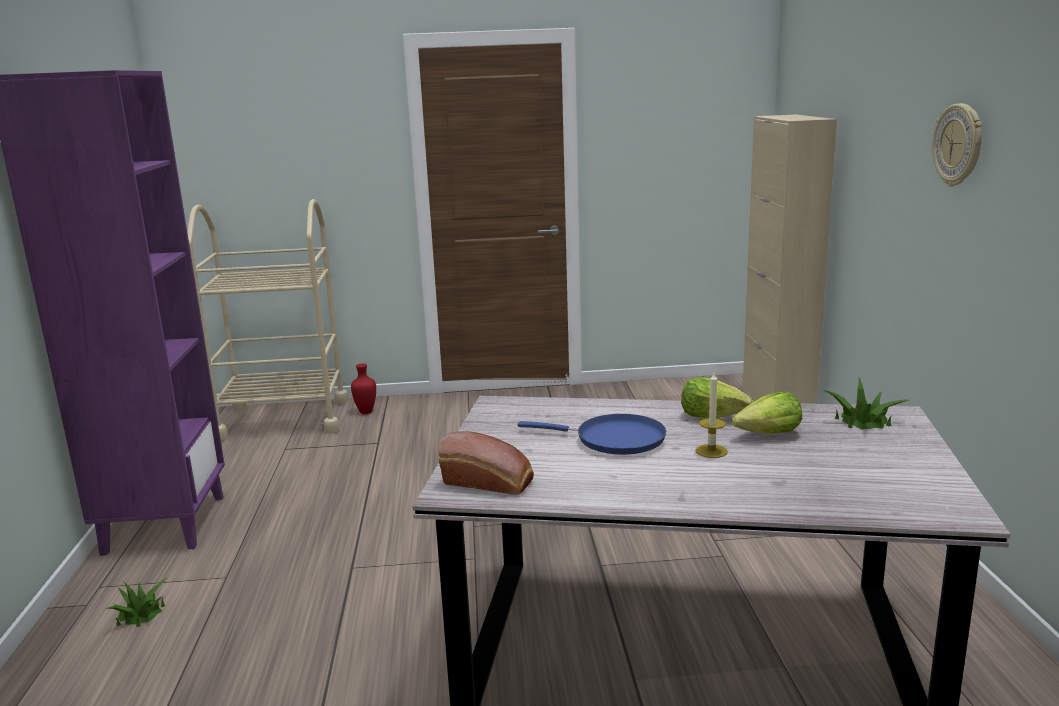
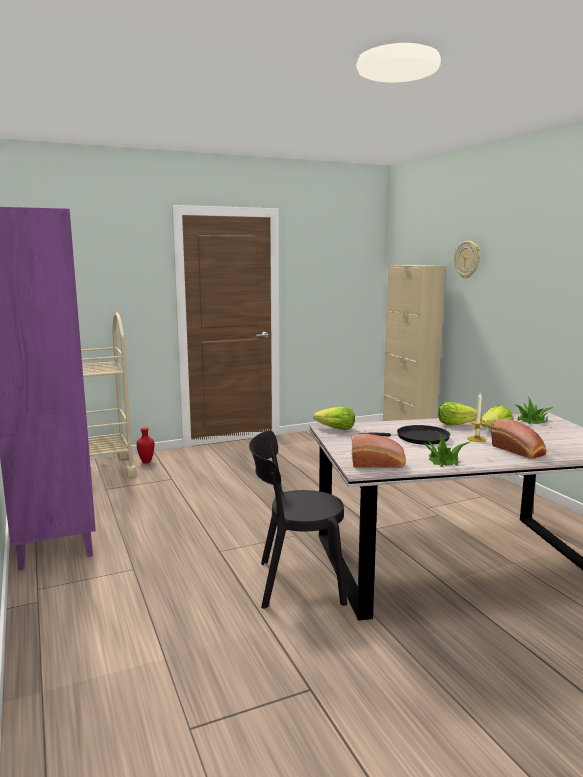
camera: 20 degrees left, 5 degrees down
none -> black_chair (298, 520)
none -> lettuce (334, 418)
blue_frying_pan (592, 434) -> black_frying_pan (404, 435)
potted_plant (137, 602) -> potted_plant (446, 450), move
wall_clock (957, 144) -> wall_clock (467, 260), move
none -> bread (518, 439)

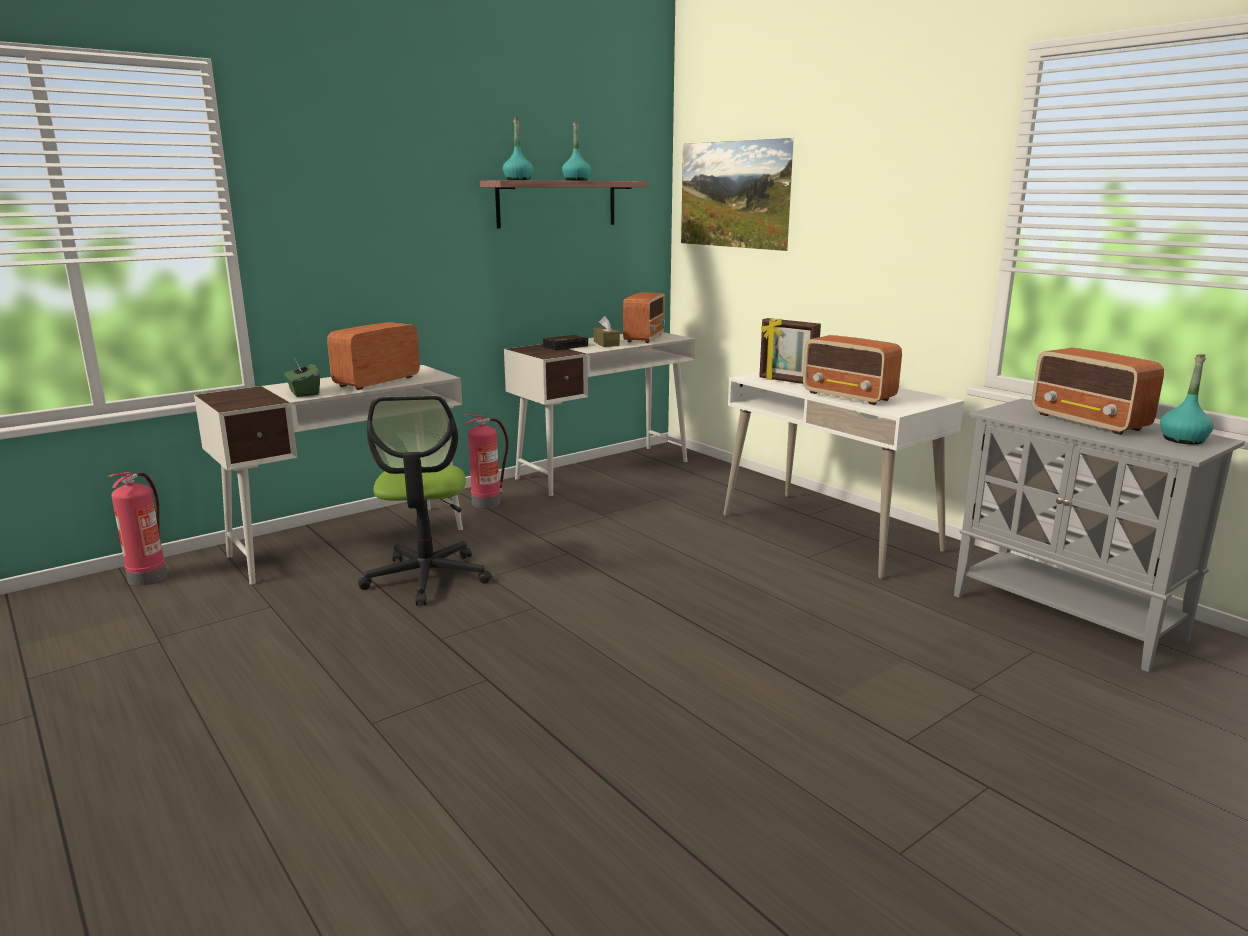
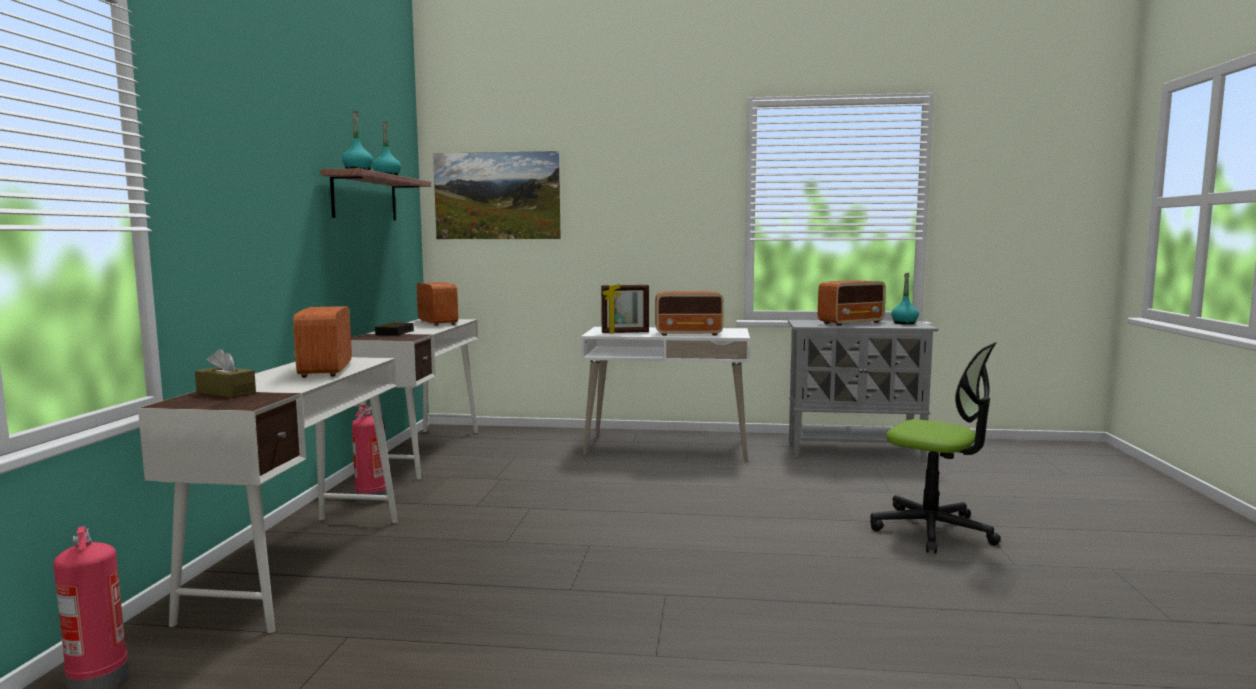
camera: 45 degrees left, 10 degrees down
brown_tissue_box (607, 331) -> brown_tissue_box (225, 373), move
radio (1098, 391) -> radio (852, 303), 45 degrees counterclockwise
office_chair (424, 500) -> office_chair (935, 448), move
green_tissue_box (302, 377) -> none

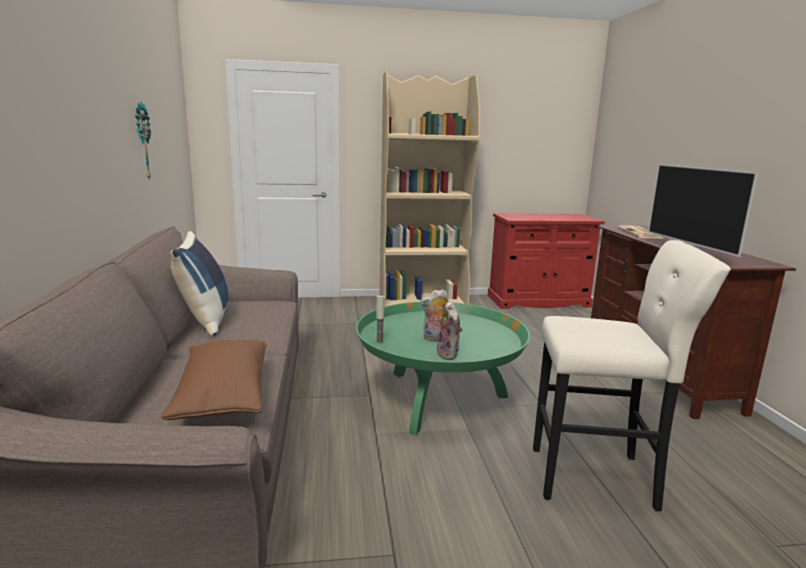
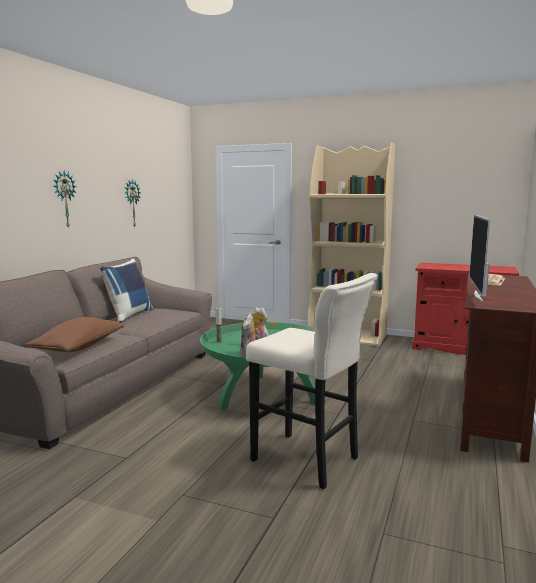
camera: 30 degrees right, 5 degrees down
none -> wall_clock (65, 199)

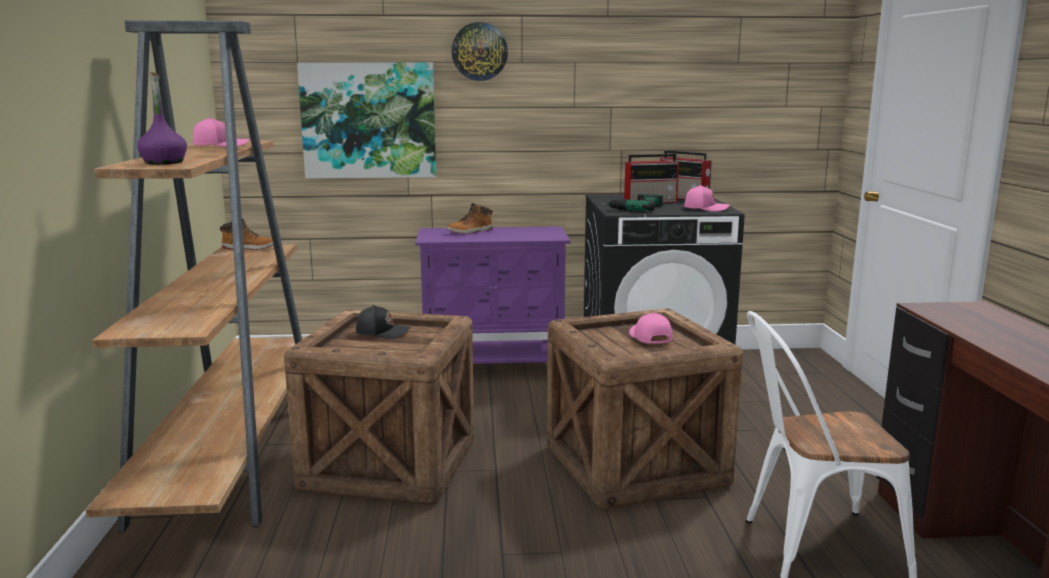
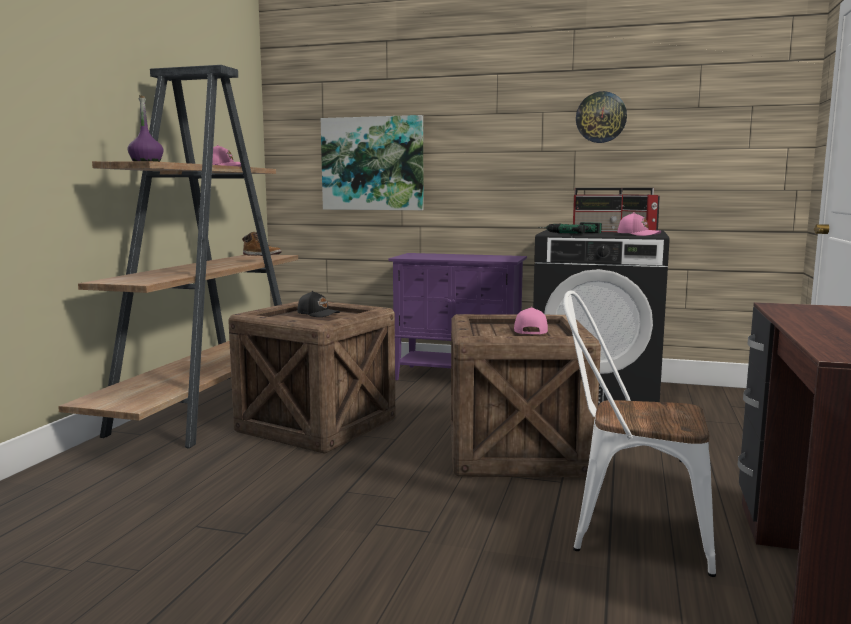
camera: 20 degrees right, 5 degrees down
wall_clock (480, 51) -> wall_clock (601, 117), move
boot (469, 218) -> none

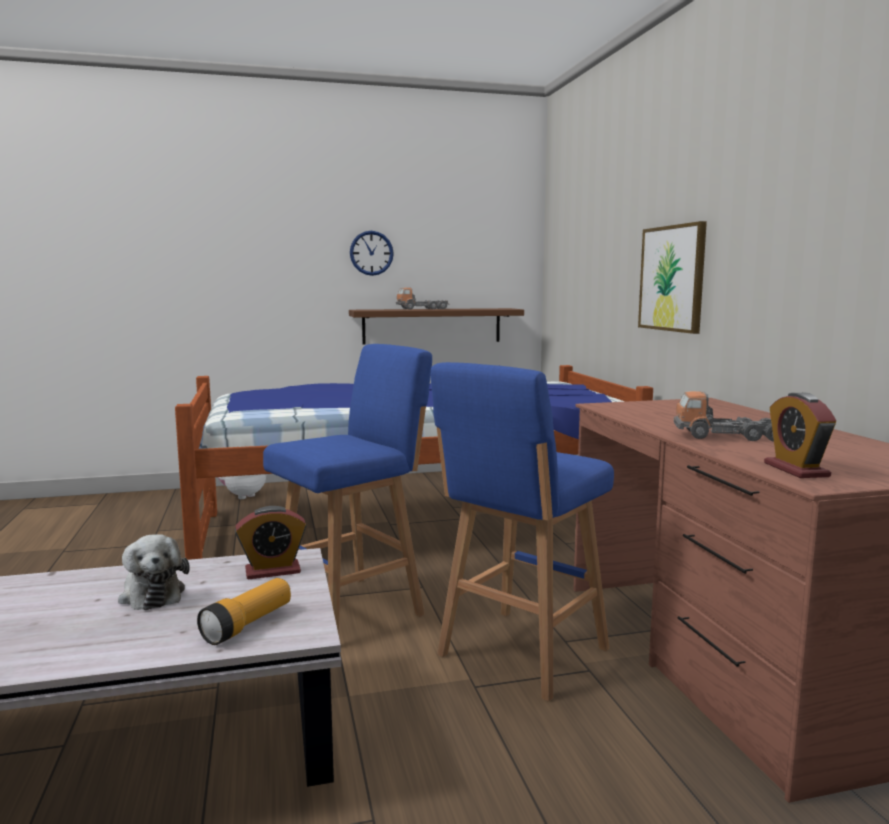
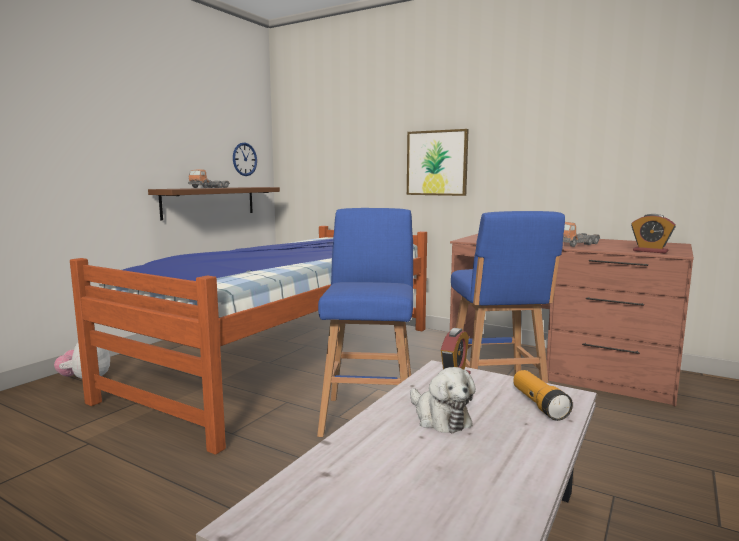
camera: 45 degrees left, 0 degrees up
wall_clock (372, 253) -> wall_clock (245, 159), move
plush_toy (154, 572) -> plush_toy (443, 400), 45 degrees clockwise

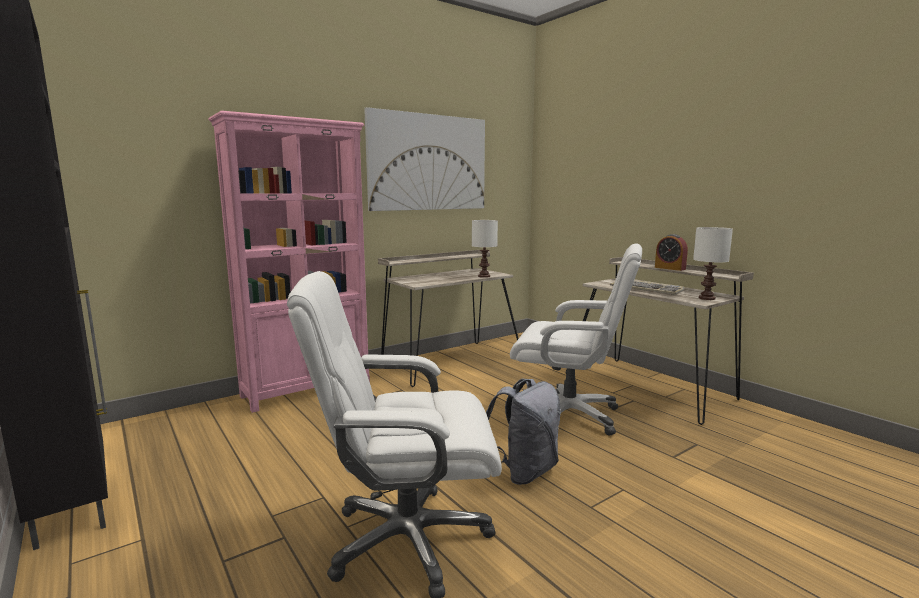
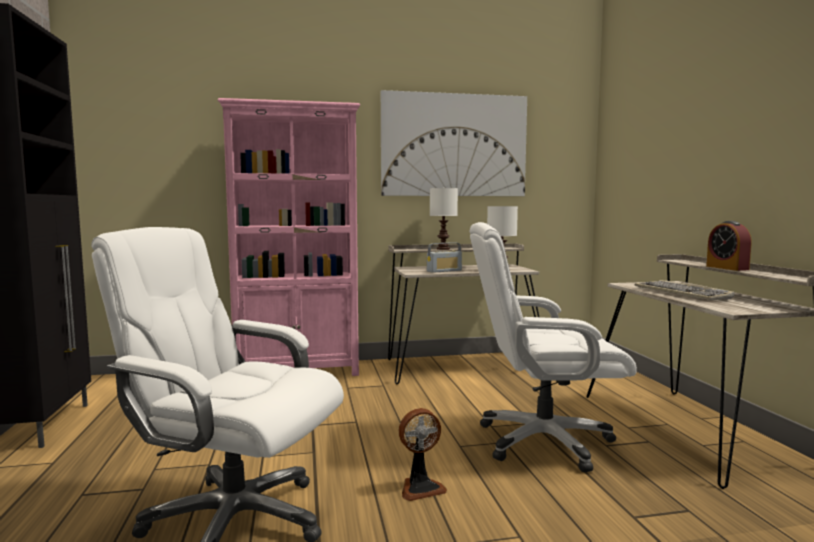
camera: 25 degrees right, 5 degrees down
grey_backpack (523, 432) -> fan (423, 454)
none -> radio (444, 257)
white_table_lamp (713, 263) -> white_table_lamp (444, 219), move
white_office_chair (576, 339) -> white_office_chair (553, 347), 135 degrees clockwise

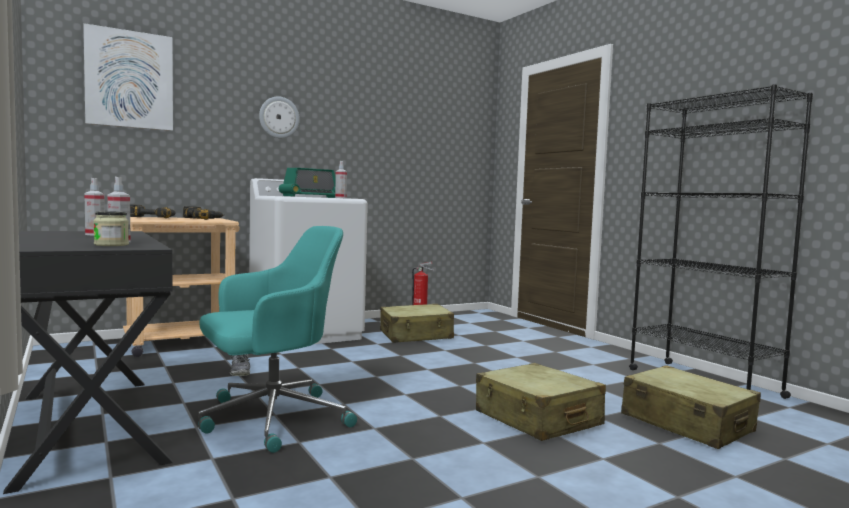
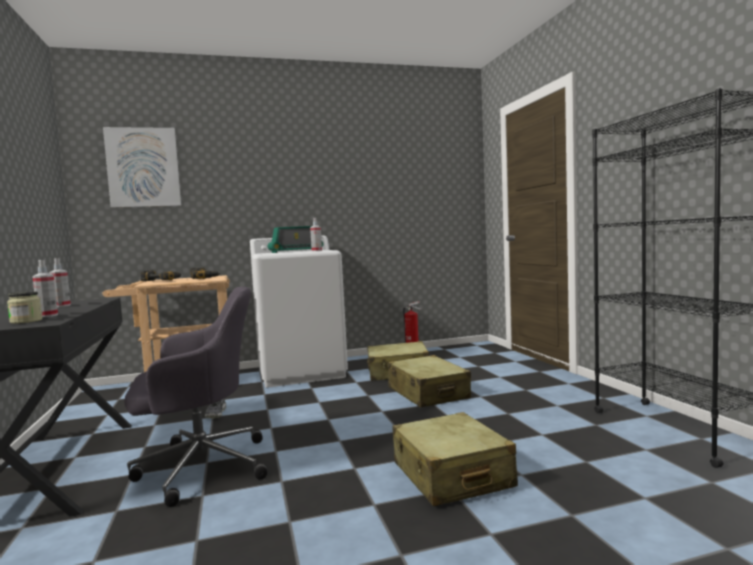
camera: 15 degrees right, 0 degrees up
turquoise_office_chair (277, 339) -> grey_office_chair (195, 396)
beige_suitcase (691, 407) -> beige_suitcase (429, 381), move
wall_clock (279, 117) -> none

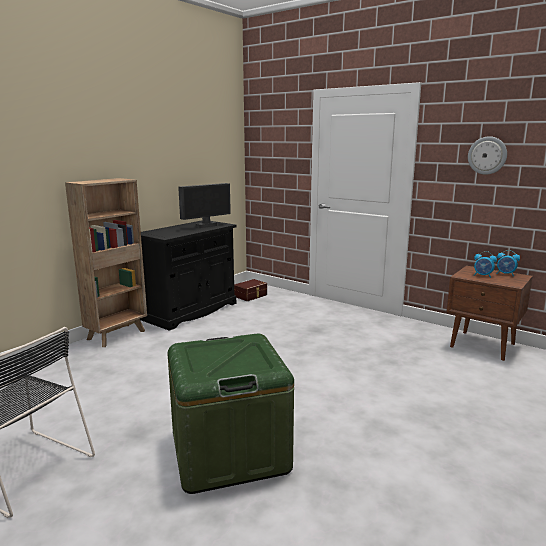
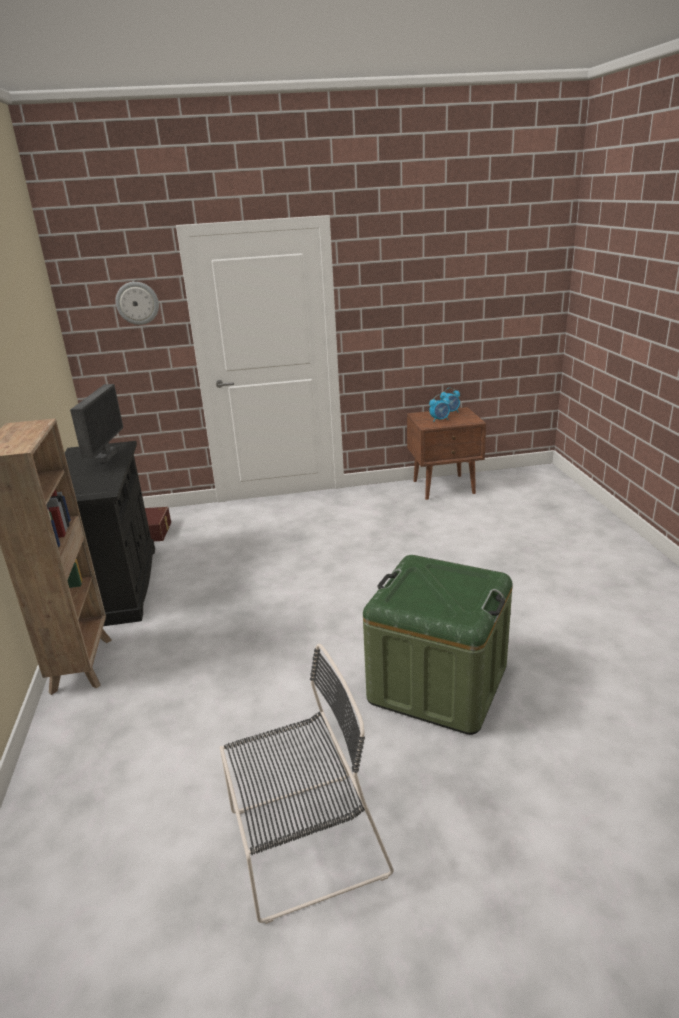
camera: 45 degrees left, 10 degrees up
wall_clock (487, 155) -> wall_clock (137, 303), move

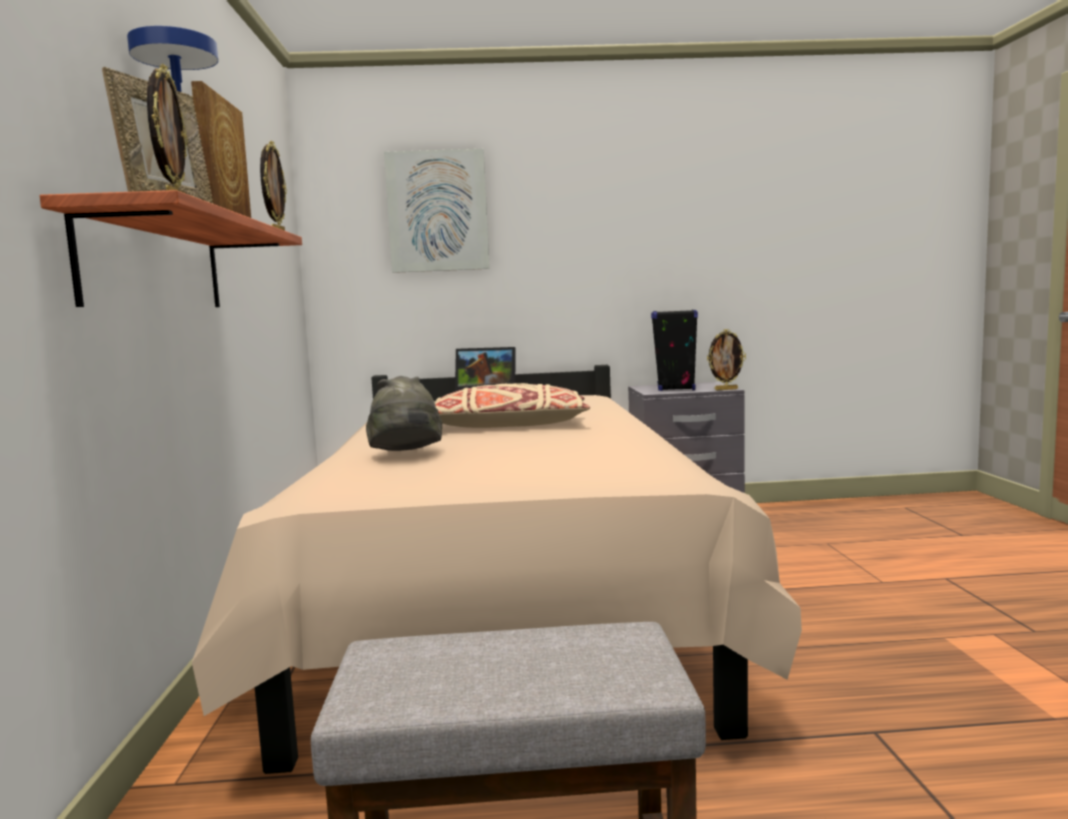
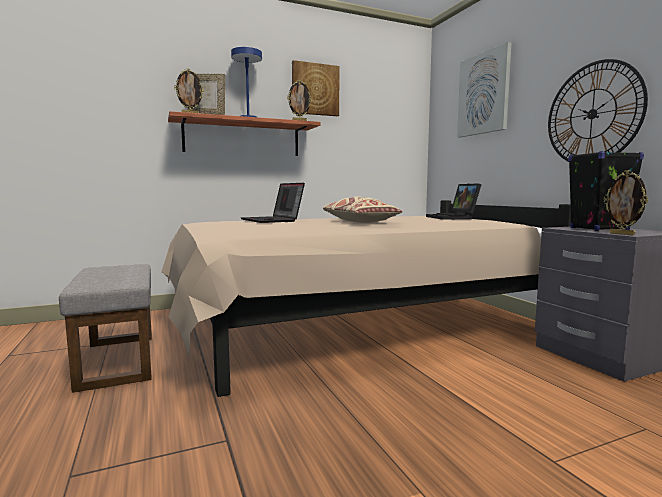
camera: 70 degrees right, 0 degrees up
grey_hat (404, 413) -> laptop (273, 203)
none -> wall_clock (598, 110)

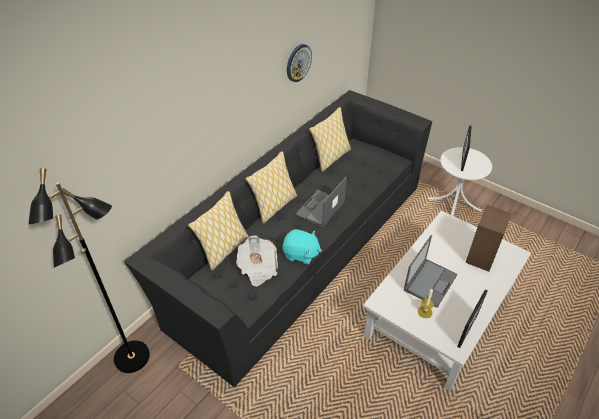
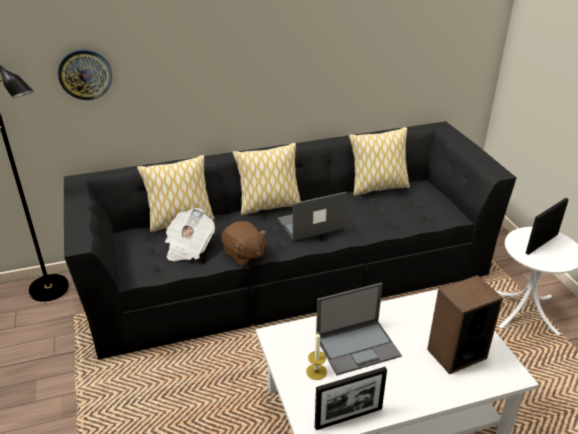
camera: 35 degrees right, 10 degrees down
wall_clock (299, 63) -> wall_clock (85, 74), move
turquoise_plush_toy (302, 246) -> brown_plush_toy (244, 243)

